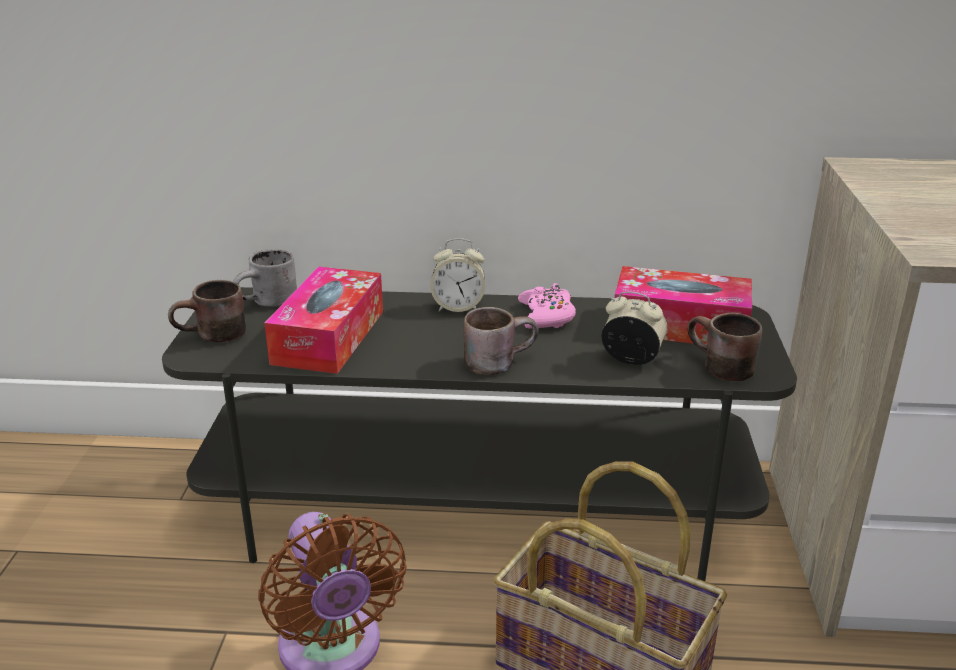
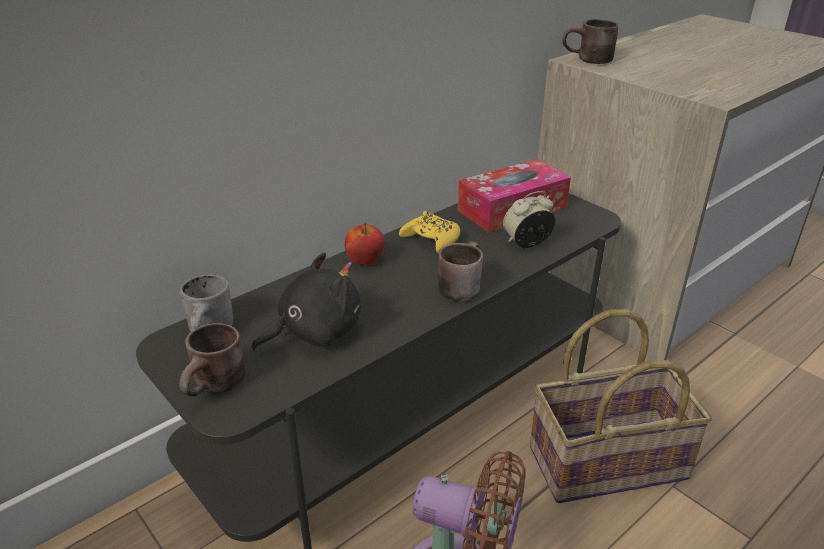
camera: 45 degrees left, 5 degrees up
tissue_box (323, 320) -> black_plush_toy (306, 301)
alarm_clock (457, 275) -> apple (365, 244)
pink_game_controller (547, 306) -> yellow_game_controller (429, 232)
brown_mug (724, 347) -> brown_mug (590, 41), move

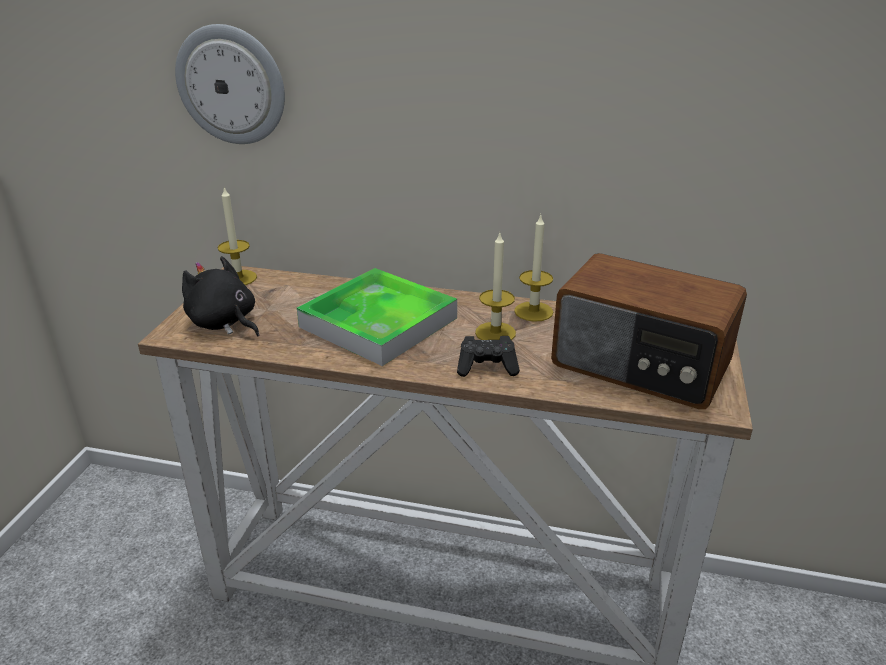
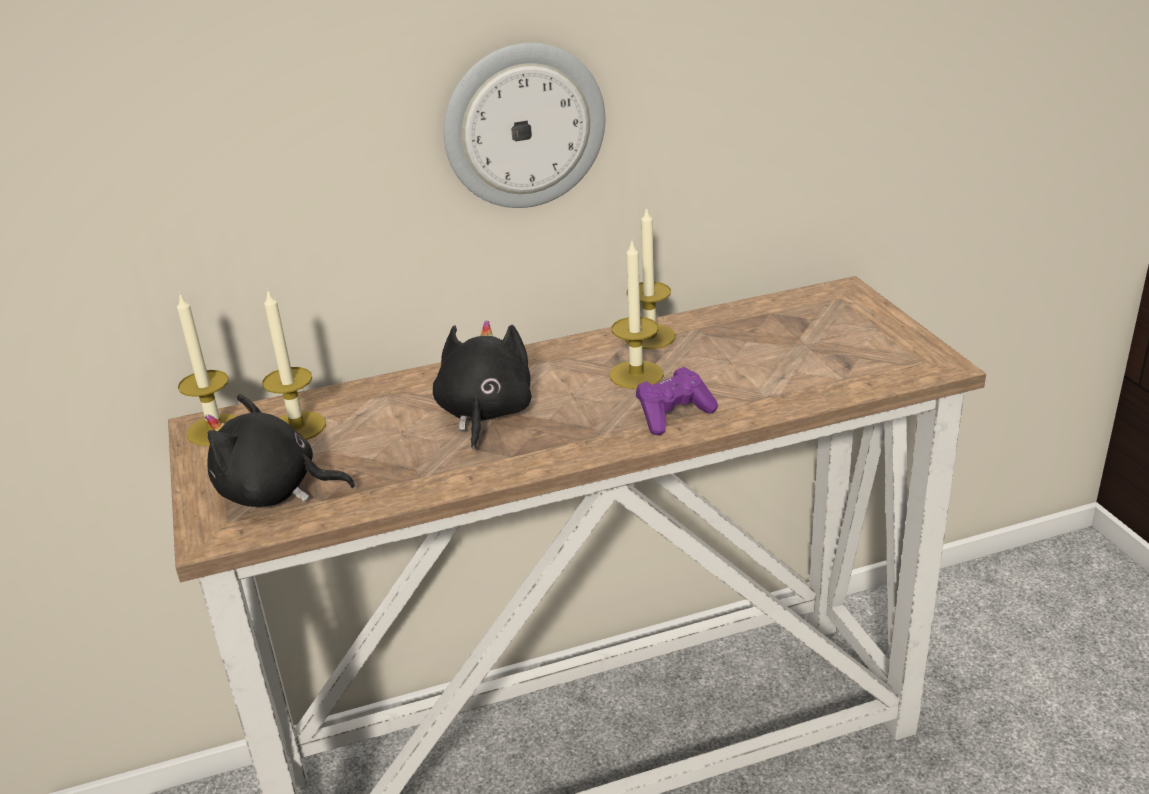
camera: 30 degrees left, 0 degrees up
none -> candle (294, 364)
tray (377, 317) -> black_plush_toy (482, 385)
wall_clock (230, 84) -> wall_clock (524, 125), move
black_game_controller (488, 356) -> purple_game_controller (677, 401)
radio (649, 331) -> none

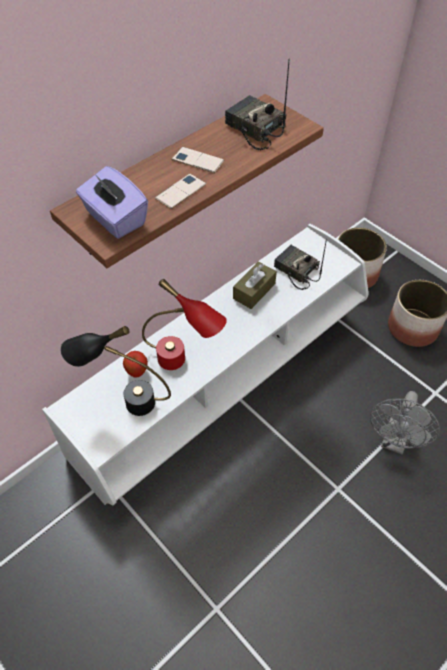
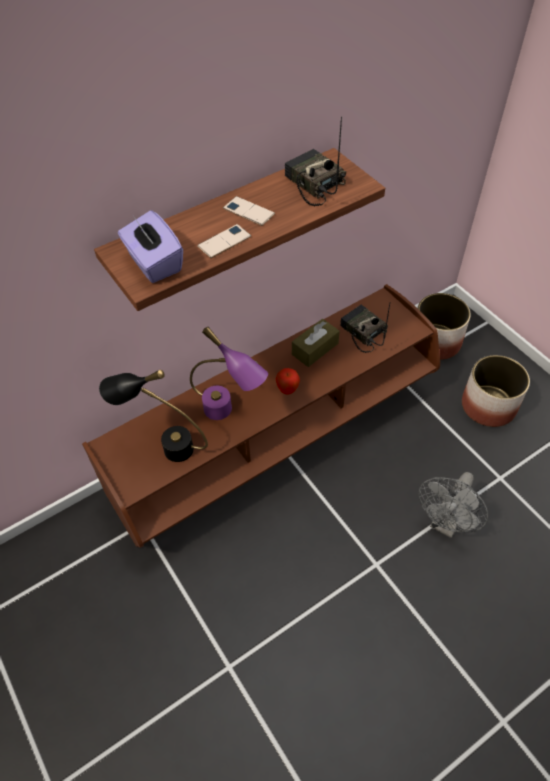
camera: 10 degrees right, 0 degrees up
white_tv_stand (205, 364) -> brown_tv_stand (261, 416)
red_table_lamp (184, 324) -> purple_table_lamp (229, 373)
apple (135, 364) -> apple (288, 381), move

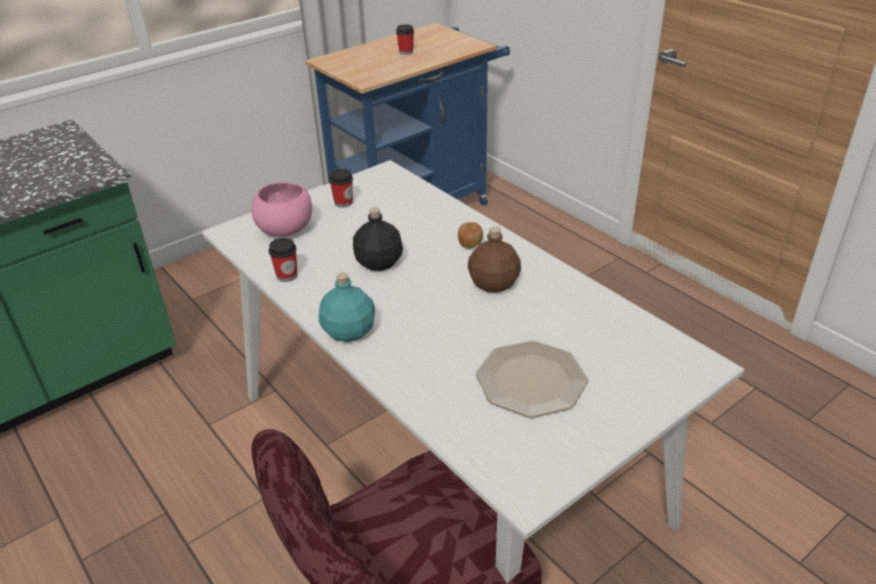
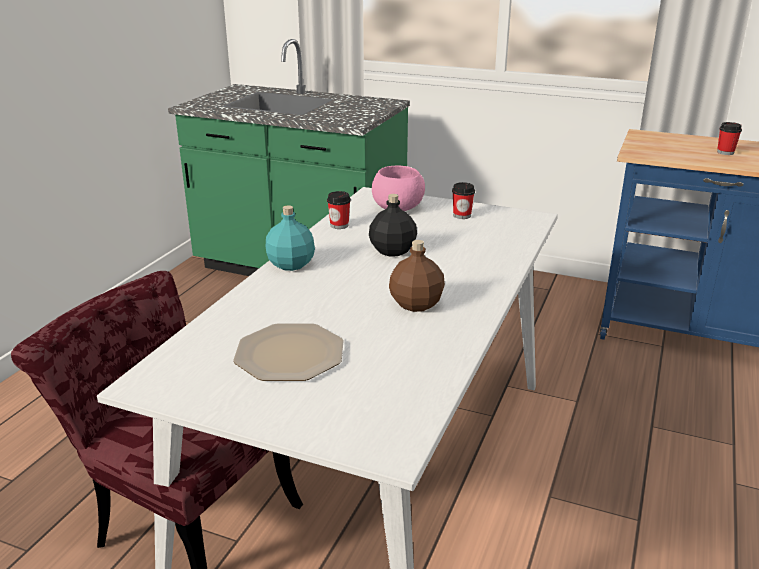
camera: 60 degrees right, 10 degrees down
apple (470, 235) -> none

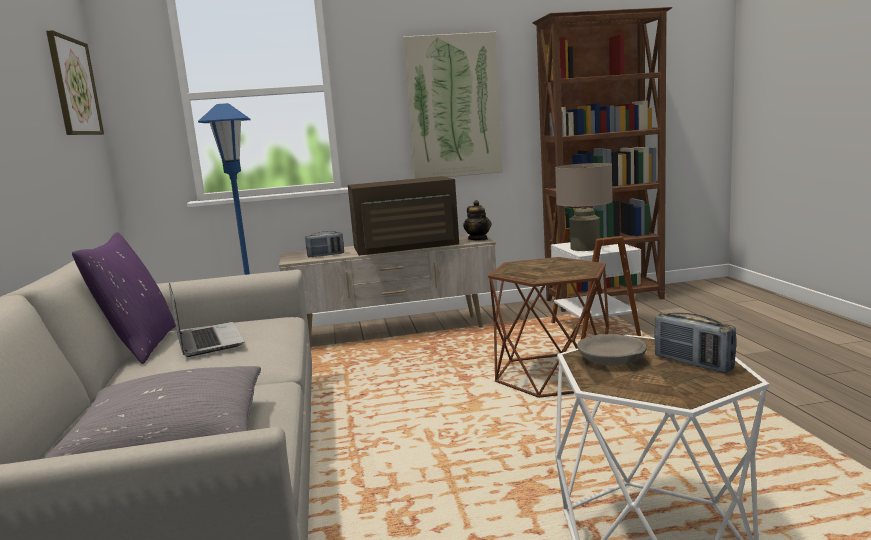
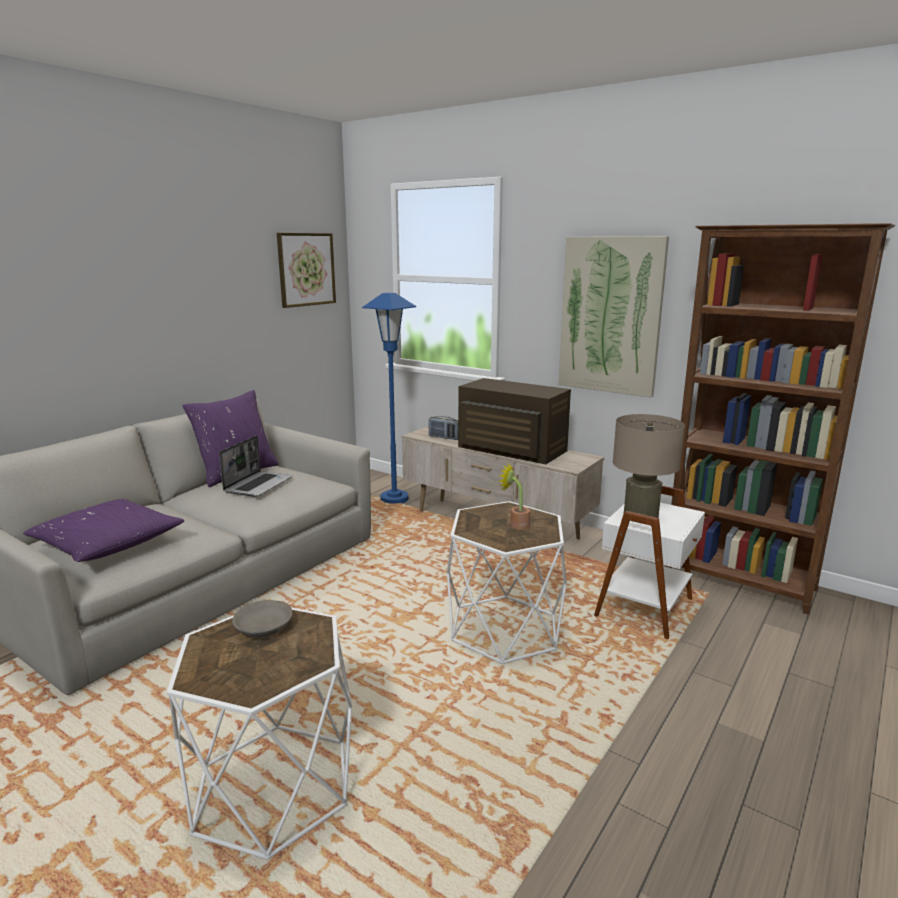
camera: 45 degrees right, 5 degrees up
grey_pillow (153, 412) -> purple_pillow (103, 530)
brown_side_table (548, 327) -> white_side_table (507, 582)
none -> potted_plant (514, 496)
teapot (477, 220) -> none
radio (695, 343) -> none

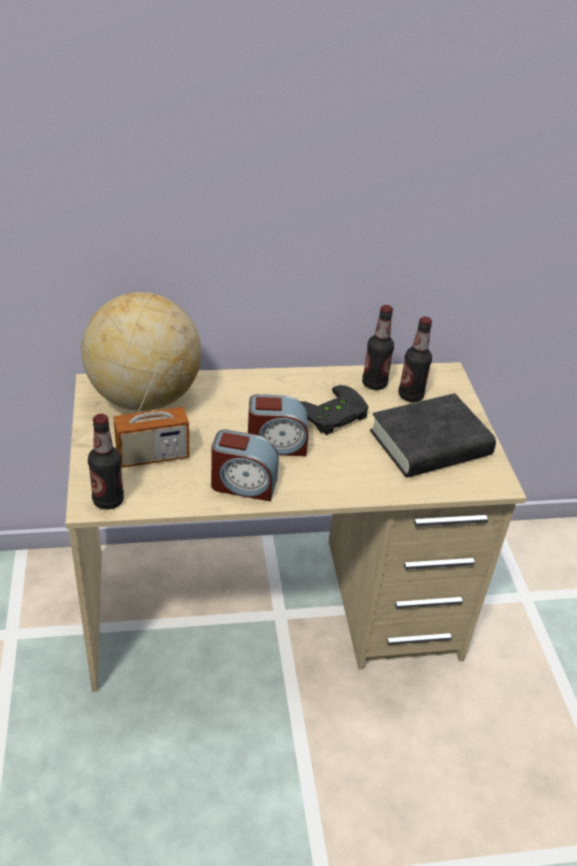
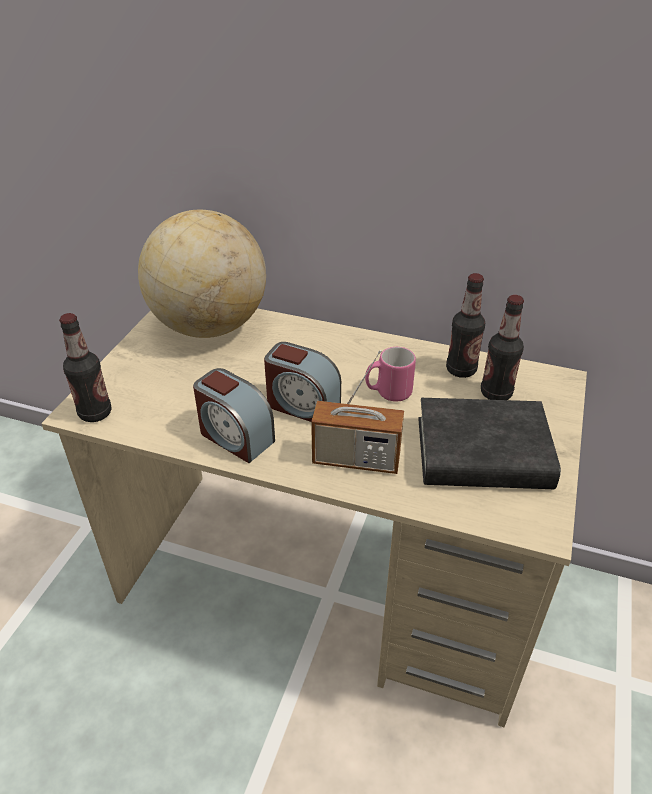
camera: 30 degrees right, 0 degrees up
radio (151, 415) -> radio (357, 412), move
black_game_controller (334, 410) -> pink_mug (390, 374)

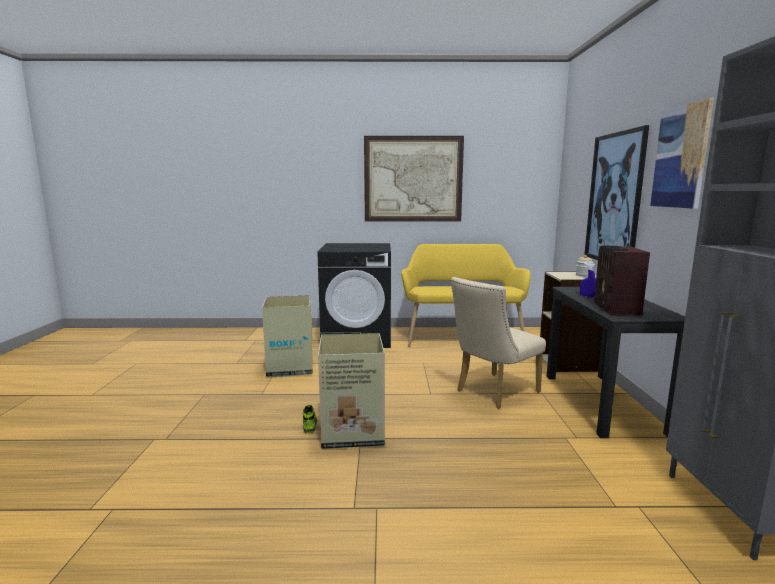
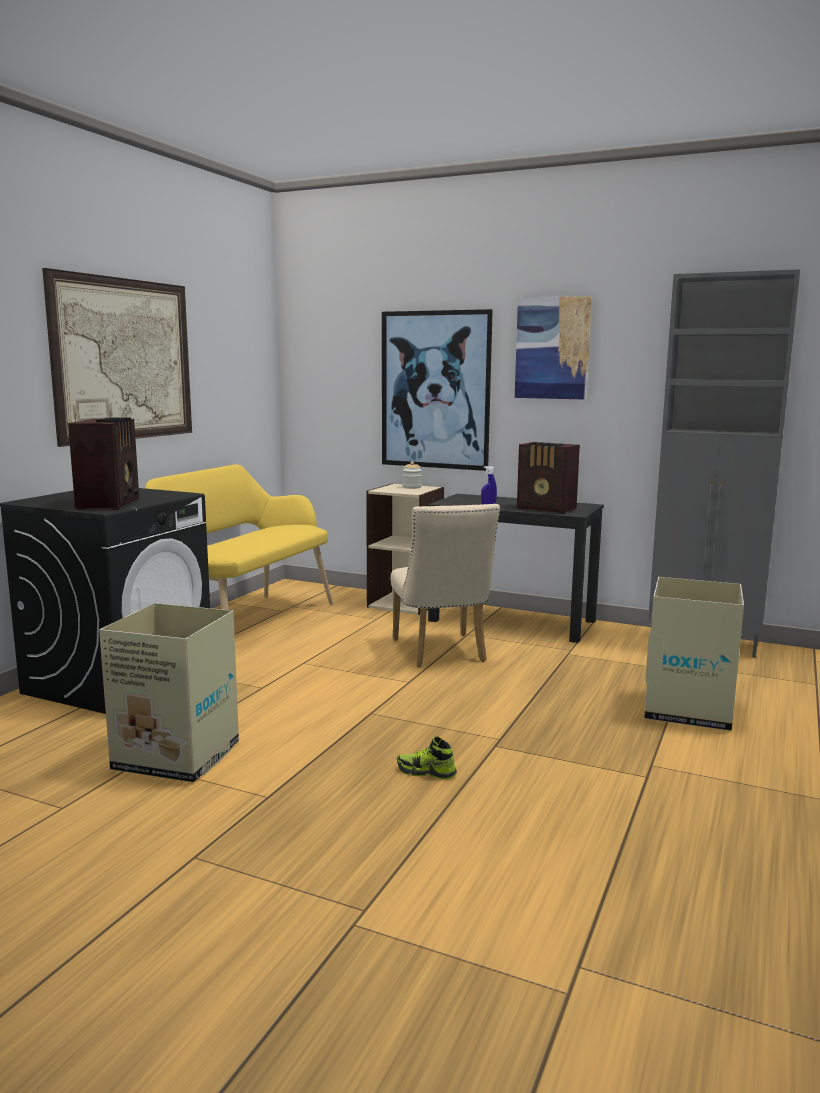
camera: 65 degrees left, 0 degrees up
none -> radio (103, 463)
cardboard_box (351, 391) -> cardboard_box (694, 654), move

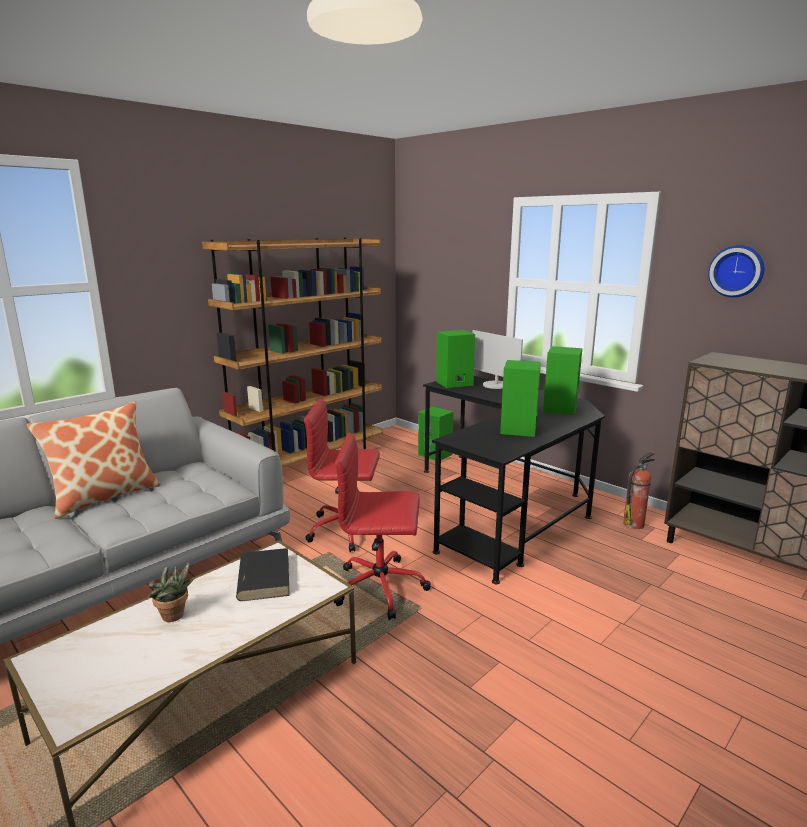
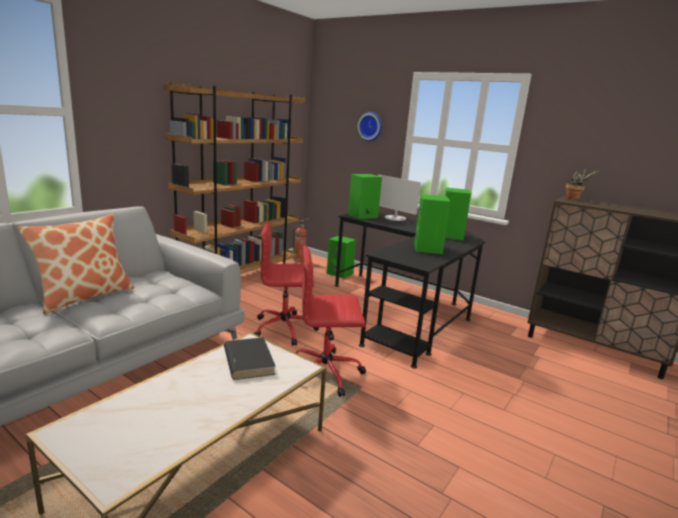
camera: 10 degrees left, 0 degrees up
fire_extinguisher (639, 490) -> fire_extinguisher (301, 240), move
wall_clock (736, 271) -> wall_clock (370, 126), move
potted_plant (171, 591) -> potted_plant (582, 184), move

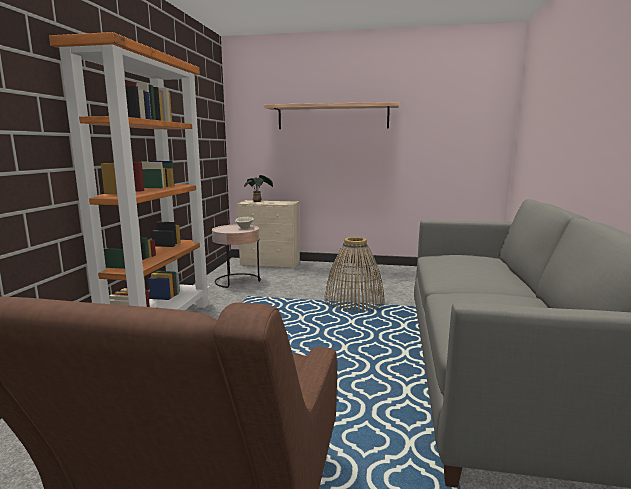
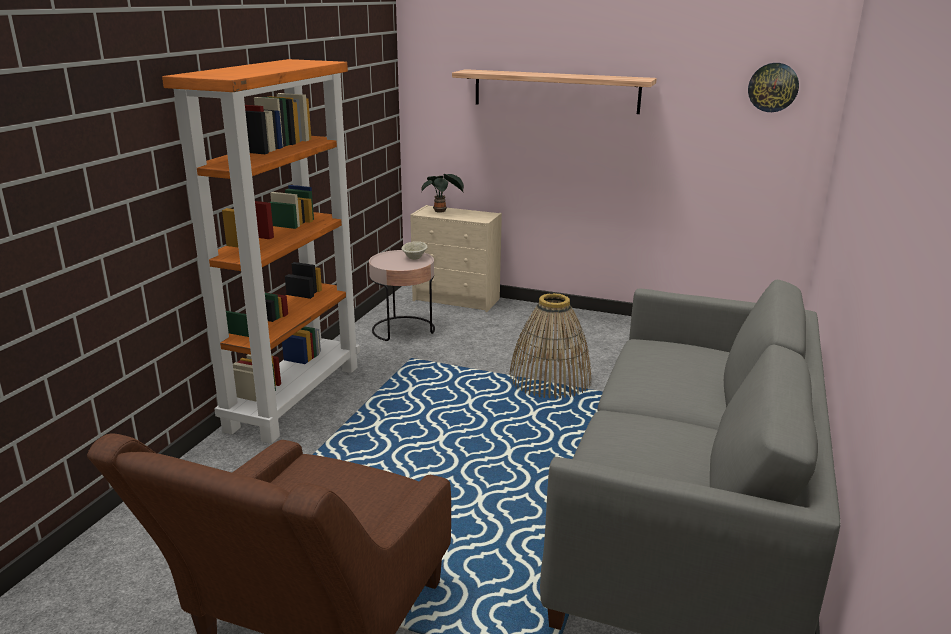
camera: 10 degrees right, 10 degrees up
none -> wall_clock (773, 87)

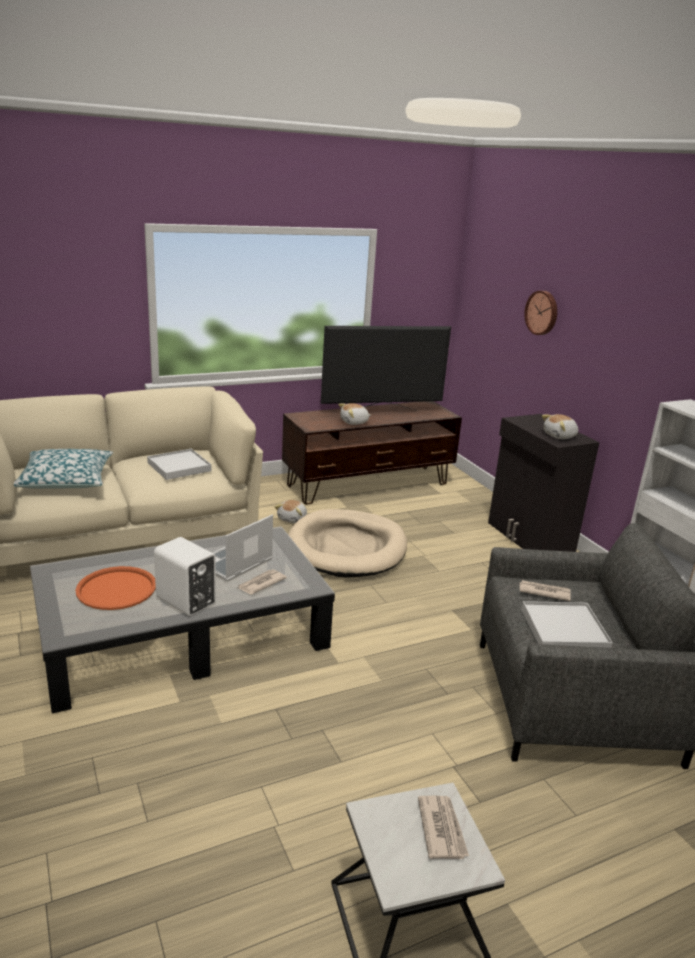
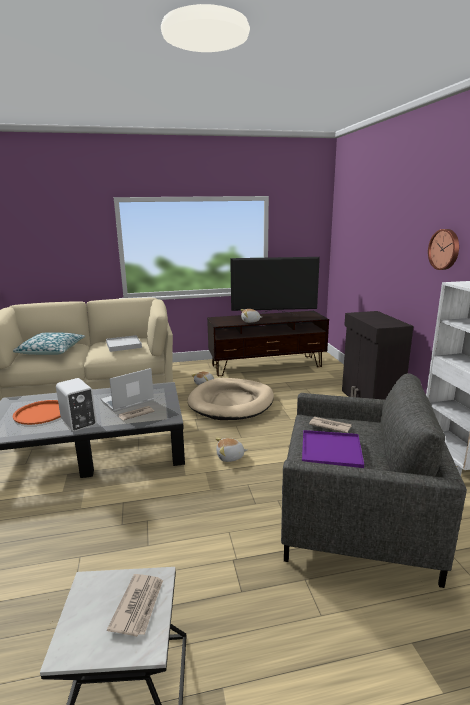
camera: 15 degrees right, 5 degrees down
plush_toy (560, 426) -> plush_toy (231, 450), move
white_tray (567, 624) -> purple_tray (333, 449)
wall_clock (540, 313) -> wall_clock (443, 249), move

